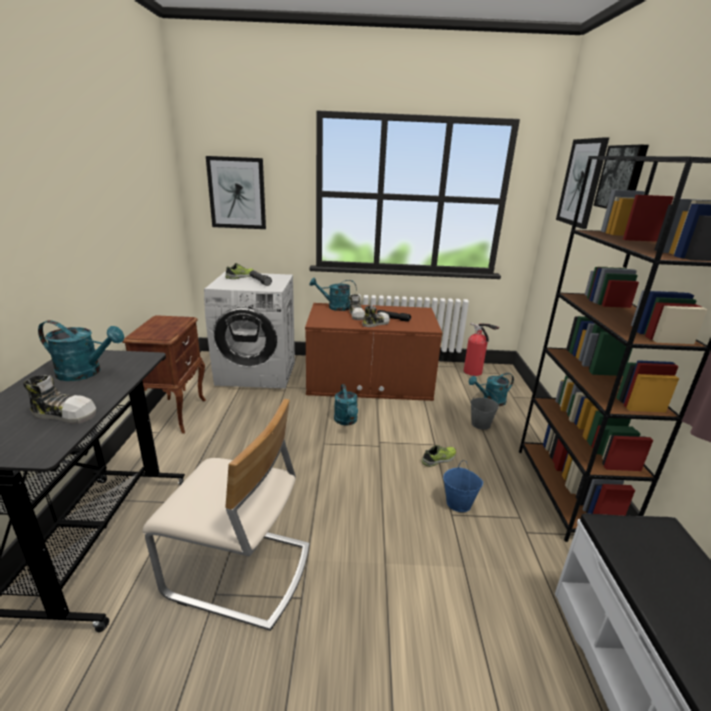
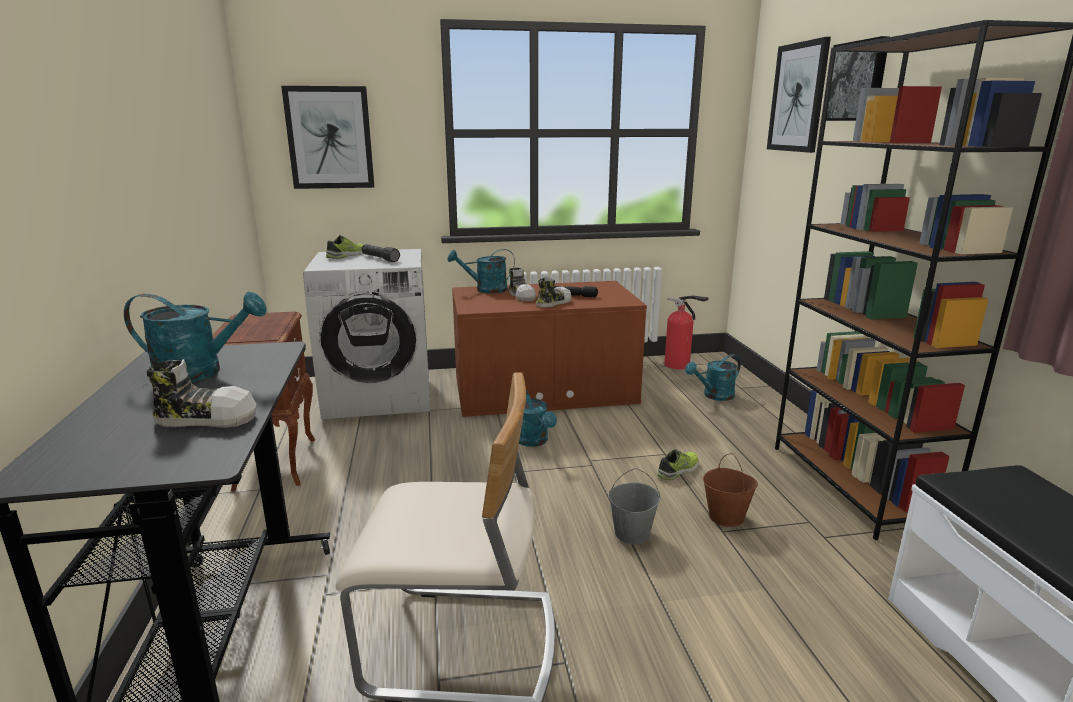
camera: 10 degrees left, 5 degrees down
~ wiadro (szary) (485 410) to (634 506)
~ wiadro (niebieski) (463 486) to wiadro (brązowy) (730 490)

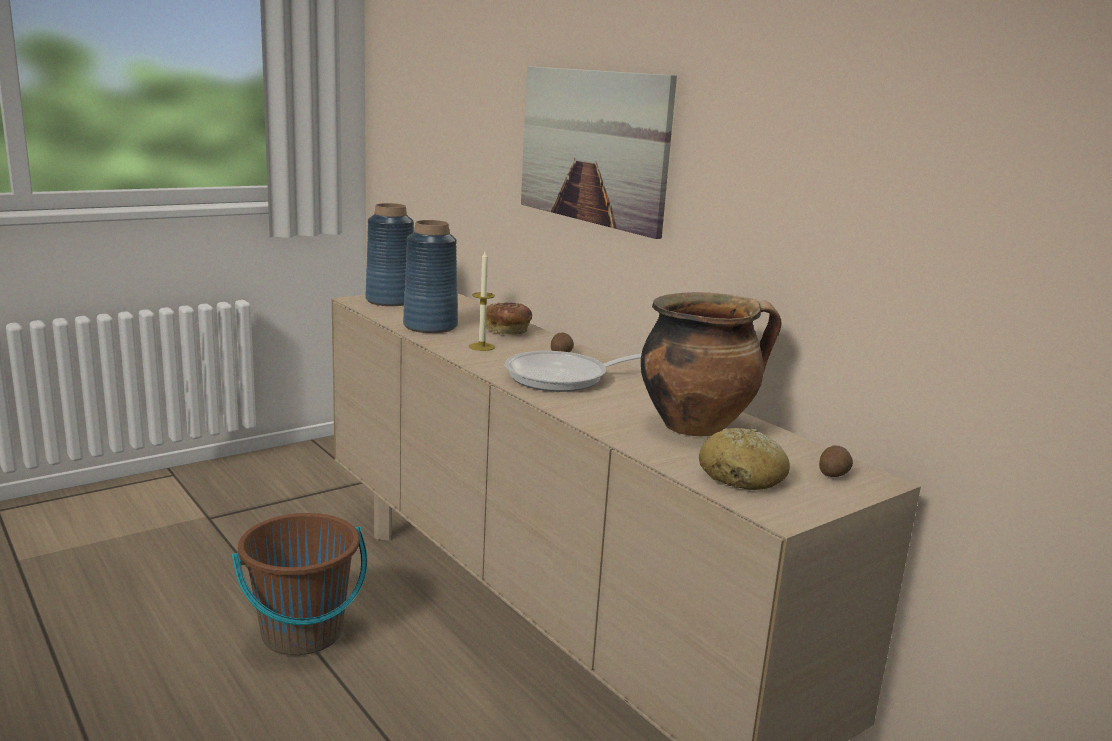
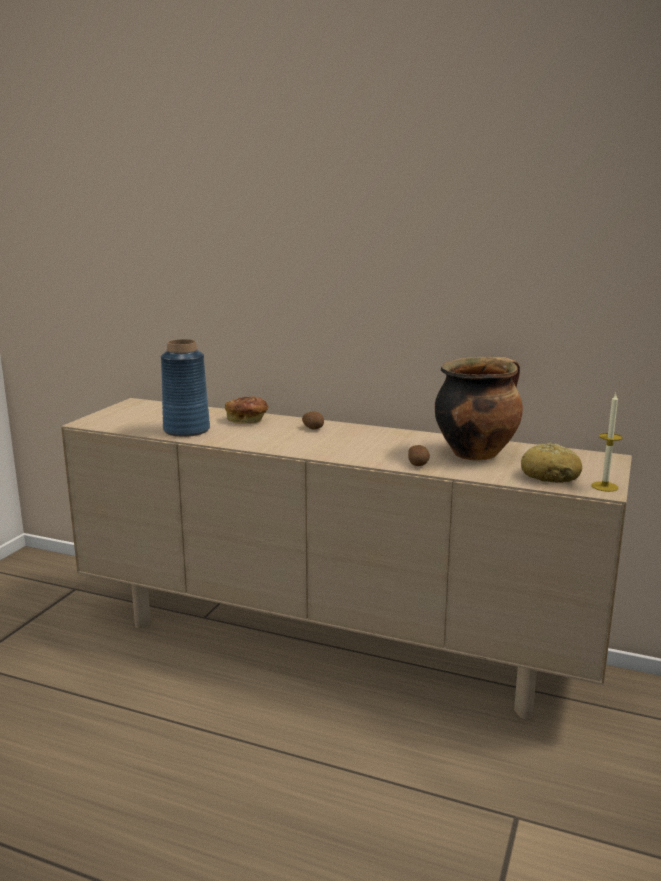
camera: 30 degrees left, 0 degrees up
~ ziemniak (836 461) to (419 455)
~ świeca (482 301) to (606 442)
- wiadro (brązowy) (300 584)
- wazon (niebieski) (389 254)
- patelnia (573 371)
- obraz (599 152)

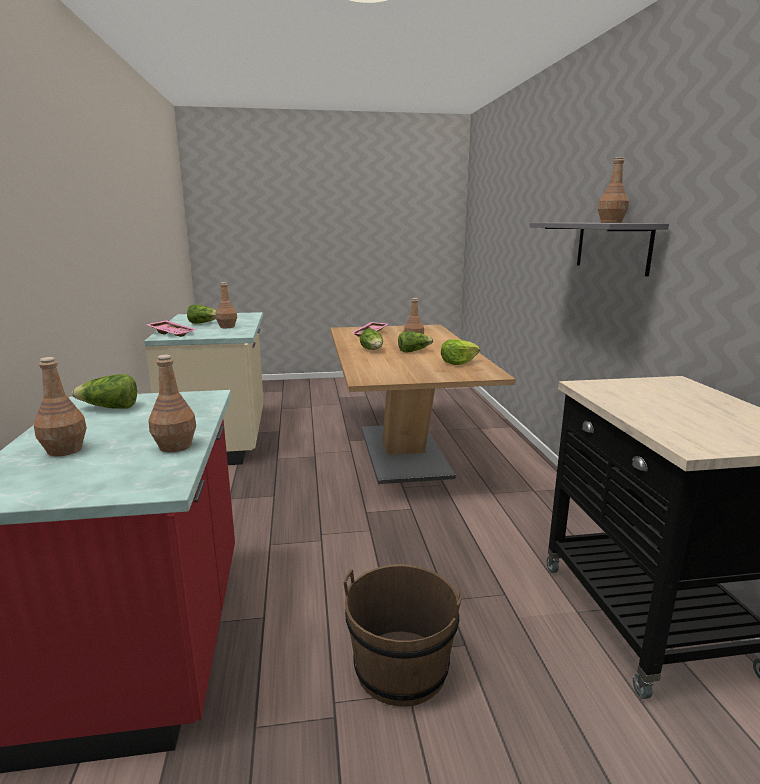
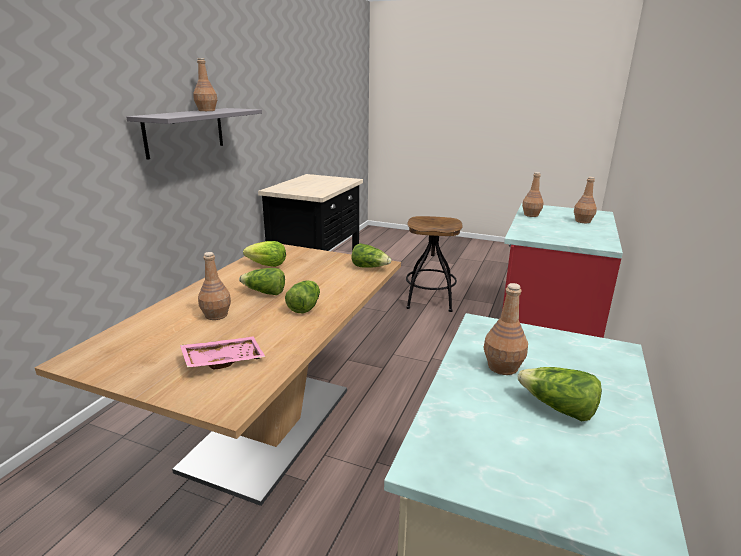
camera: 150 degrees left, 5 degrees up
~ sałata (104 391) to (371 255)
~ wiadro (brązowy) (403 635) to stołek (brązowy) (434 264)
- taca (różowy) (171 328)

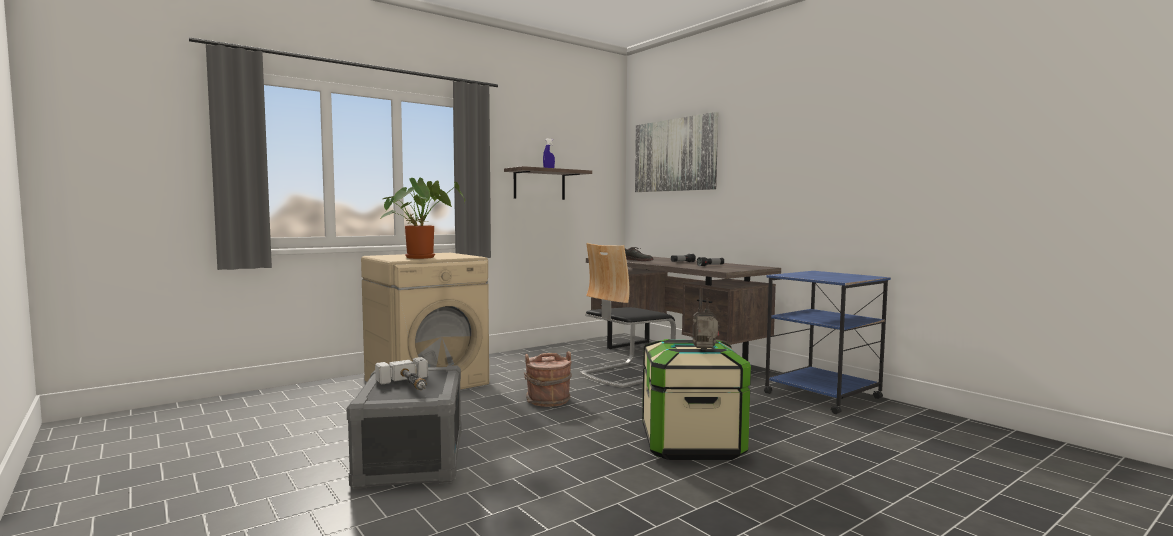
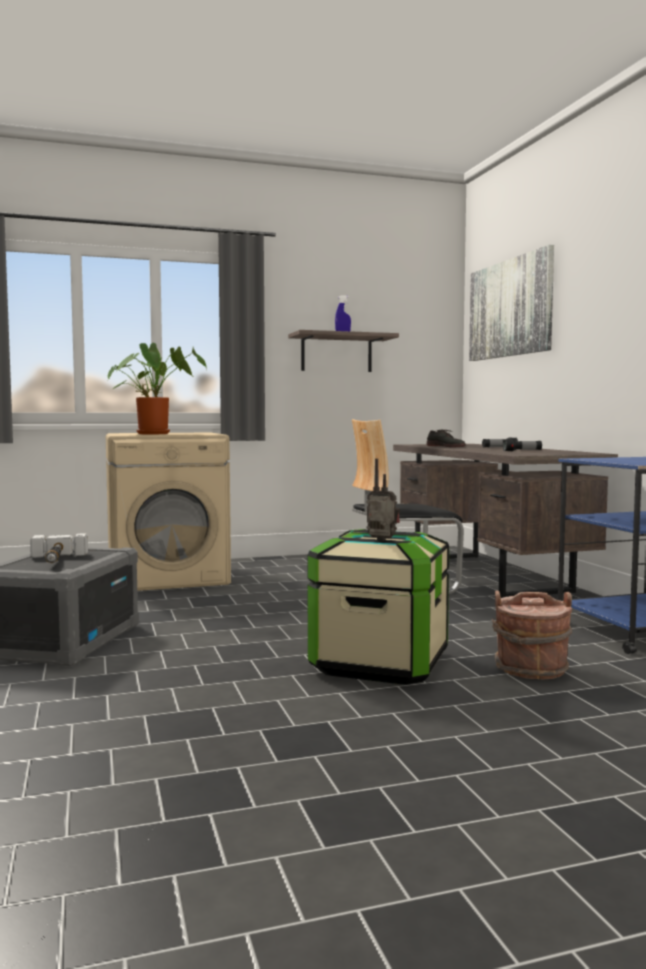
camera: 20 degrees right, 0 degrees up
~ wiadro (brązowy) (548 379) to (532 635)

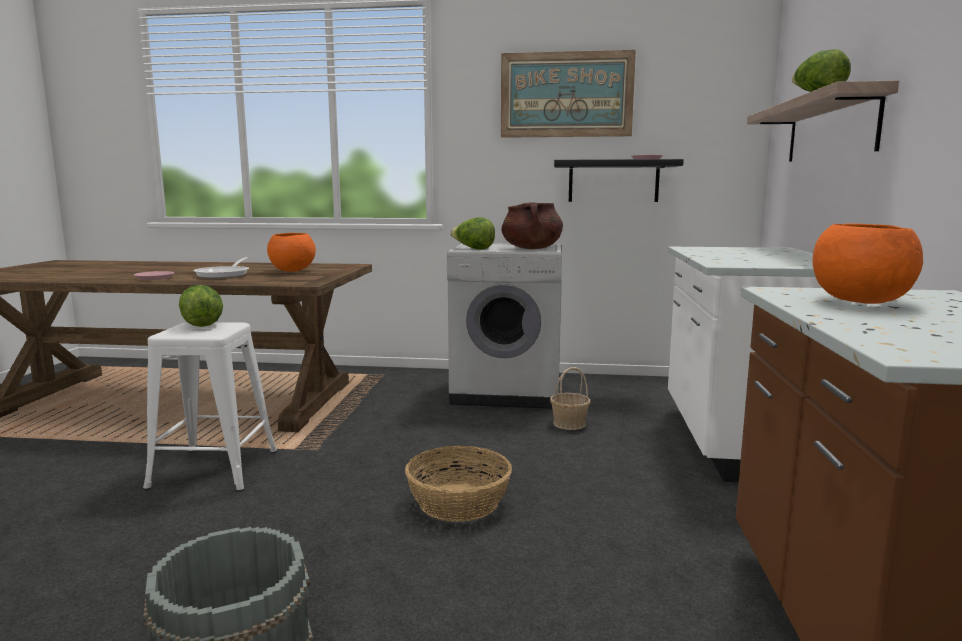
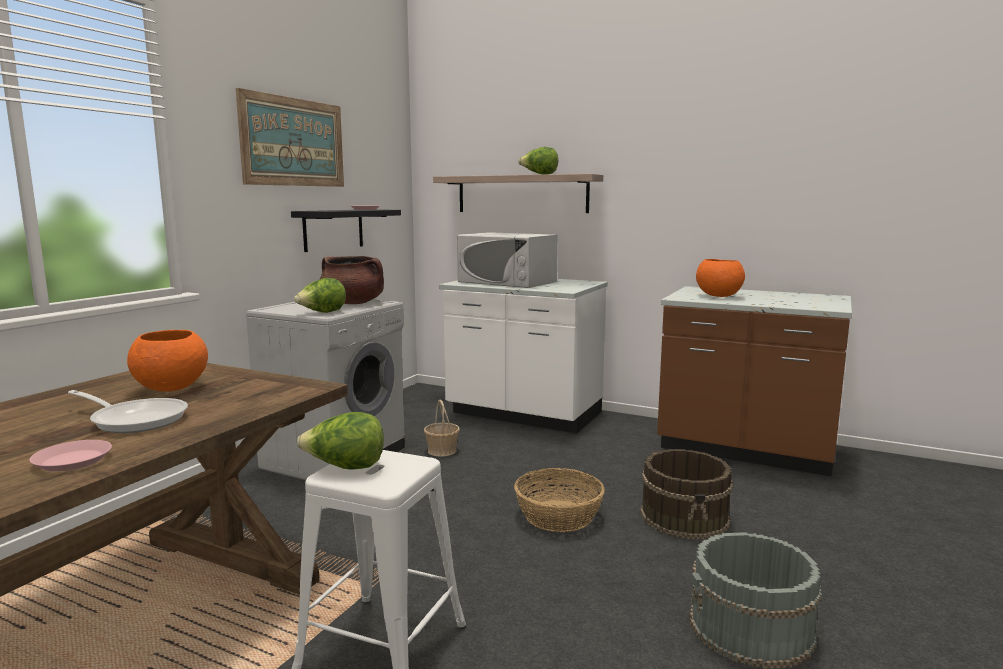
camera: 70 degrees left, 0 degrees up
+ mikrofalówka (biały) (507 260)
+ wiadro (brązowy) (686 494)

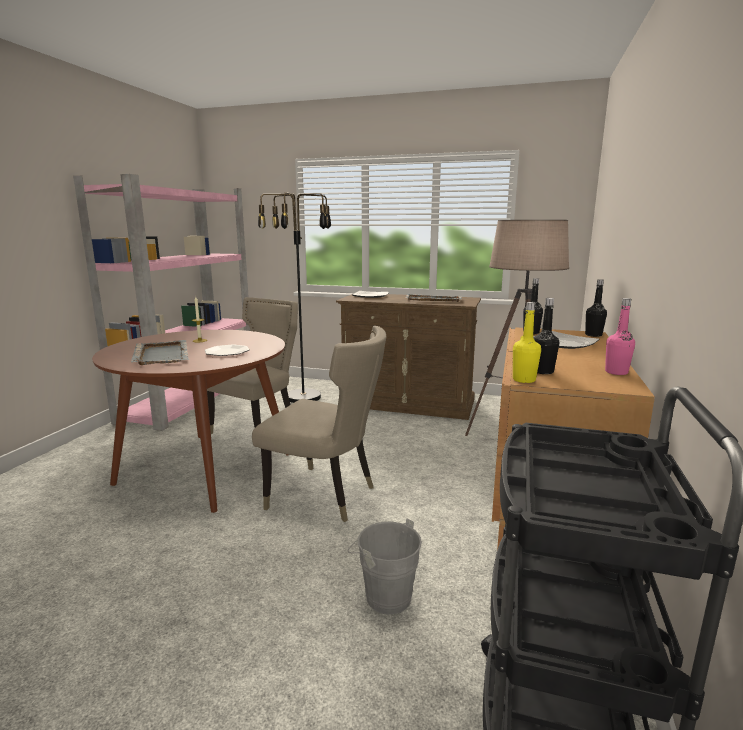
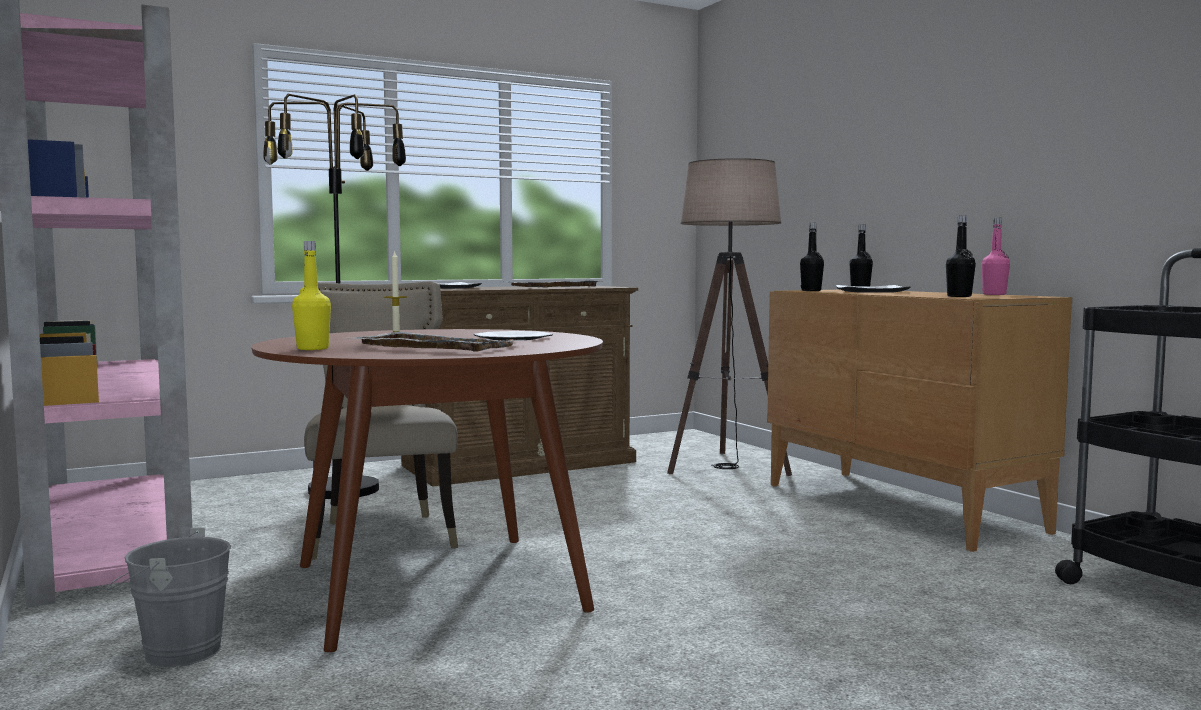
camera: 45 degrees left, 10 degrees down
~ wiadro (szary) (385 567) to (169 597)
~ butelka (żółty) (527 342) to (311 295)
- krzesło (beżowy) (319 424)

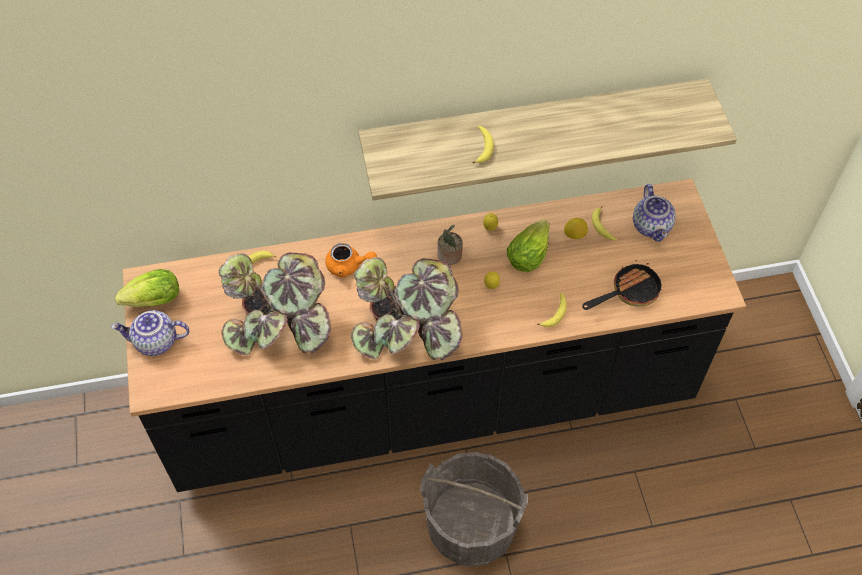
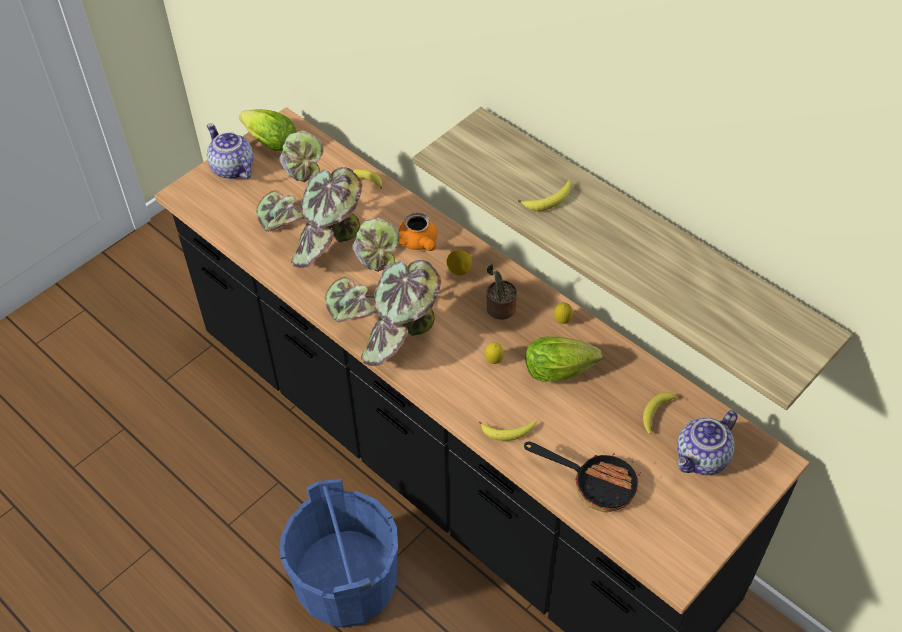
camera: 55 degrees right, 5 degrees down
~ wiadro (szary) (474 509) to wiadro (niebieski) (339 553)
~ cytryna (576 228) to (459 263)

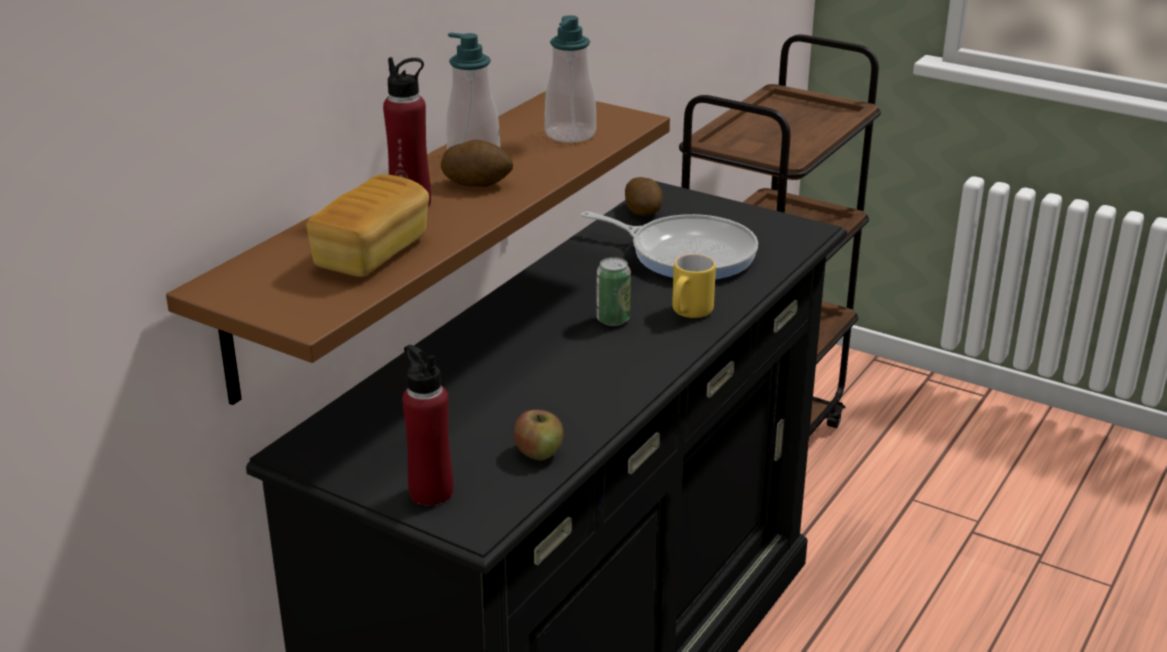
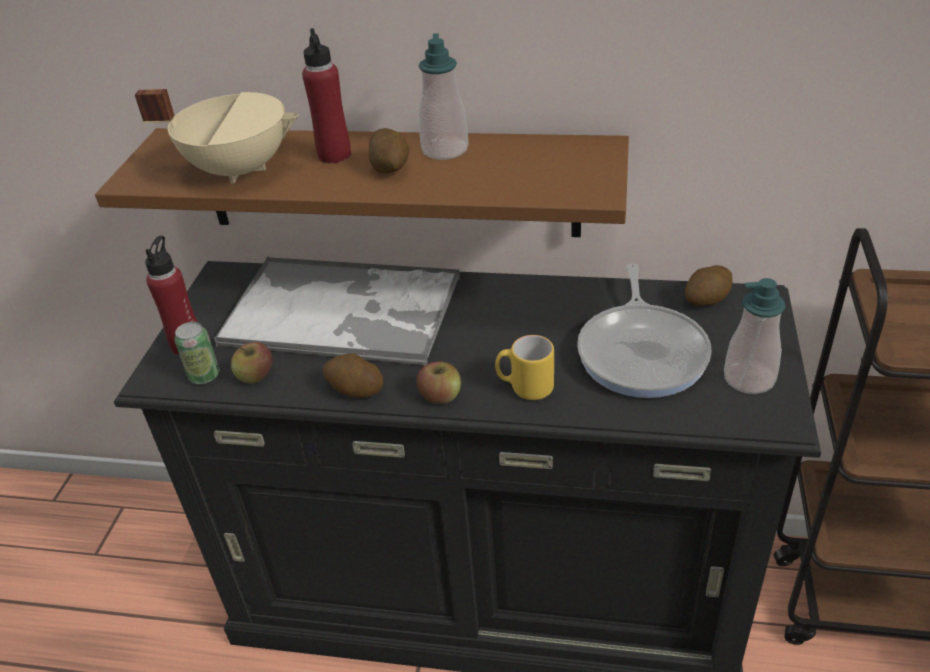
camera: 70 degrees right, 10 degrees up
~ chleb (368 225) to garnek (beżowy) (217 136)
~ puszka (613 291) to (196 353)
+ taca (336 310)
+ ziemniak (352 375)
+ jabłko (438 383)
~ dozownik mydła (570 79) to (754 336)

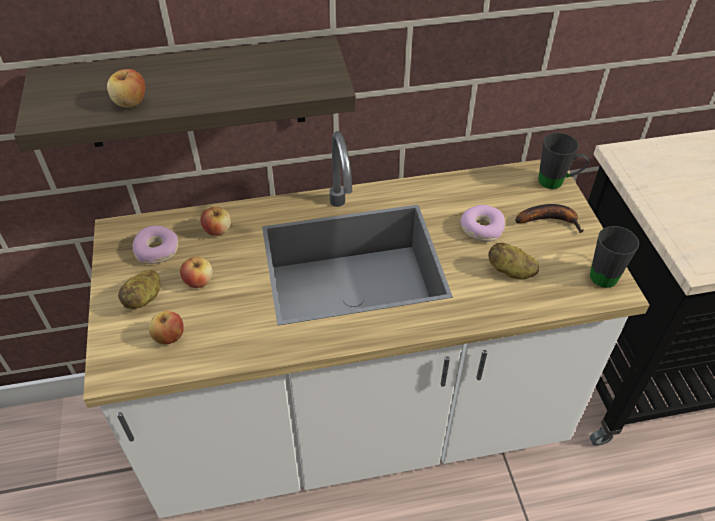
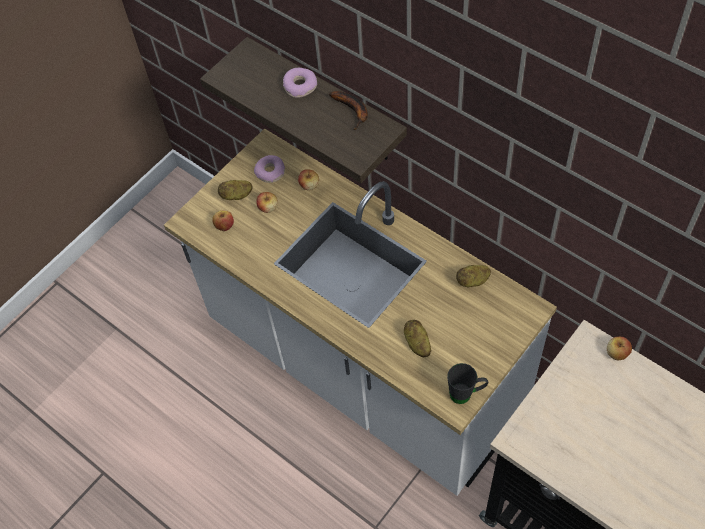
camera: 55 degrees right, 10 degrees up
~ donut (482 223) to (300 83)
~ banan (549 218) to (348 110)
+ ziemniak (473 276)
~ jabłko (126 88) to (619 348)
- kubek (czarny) (563 161)

